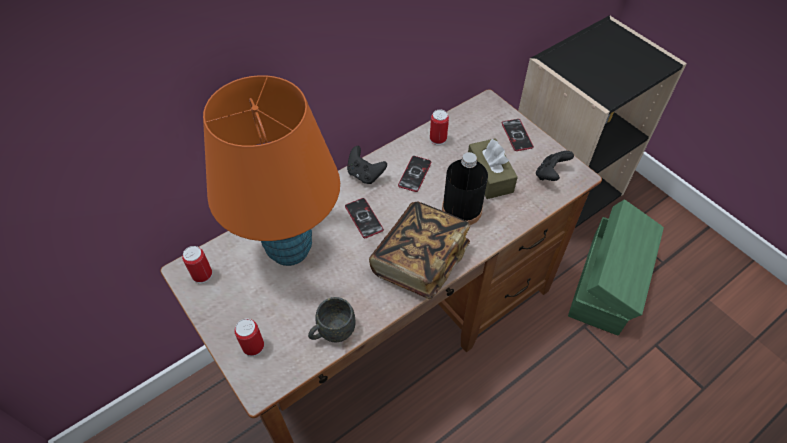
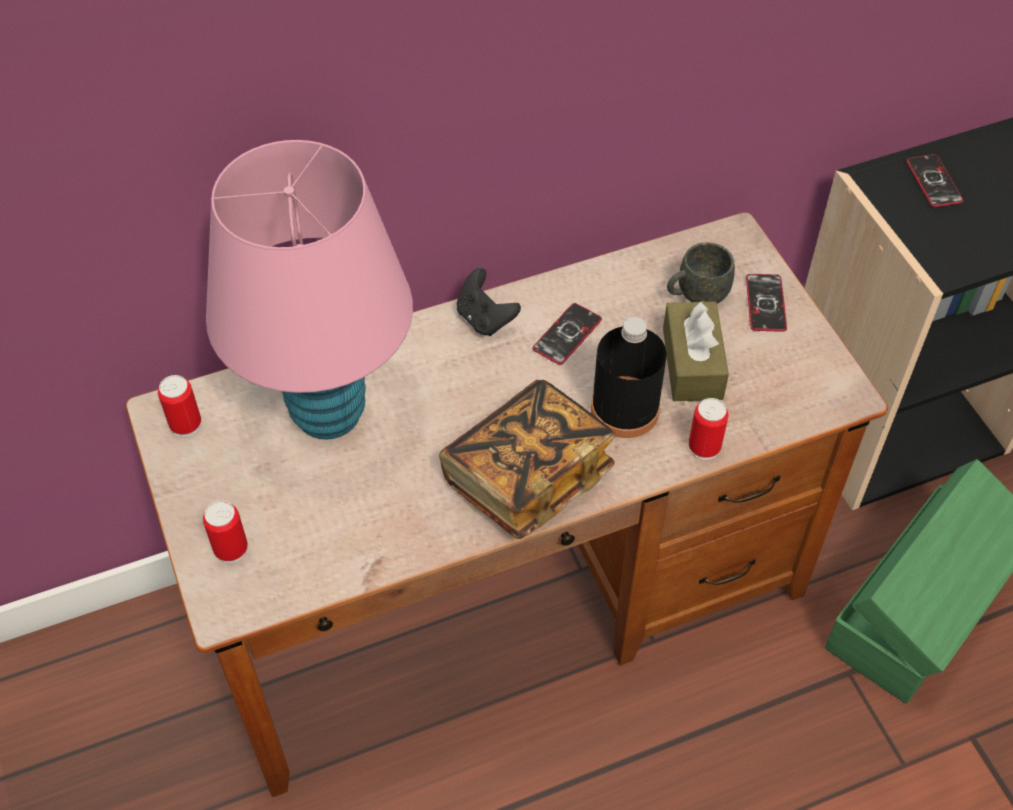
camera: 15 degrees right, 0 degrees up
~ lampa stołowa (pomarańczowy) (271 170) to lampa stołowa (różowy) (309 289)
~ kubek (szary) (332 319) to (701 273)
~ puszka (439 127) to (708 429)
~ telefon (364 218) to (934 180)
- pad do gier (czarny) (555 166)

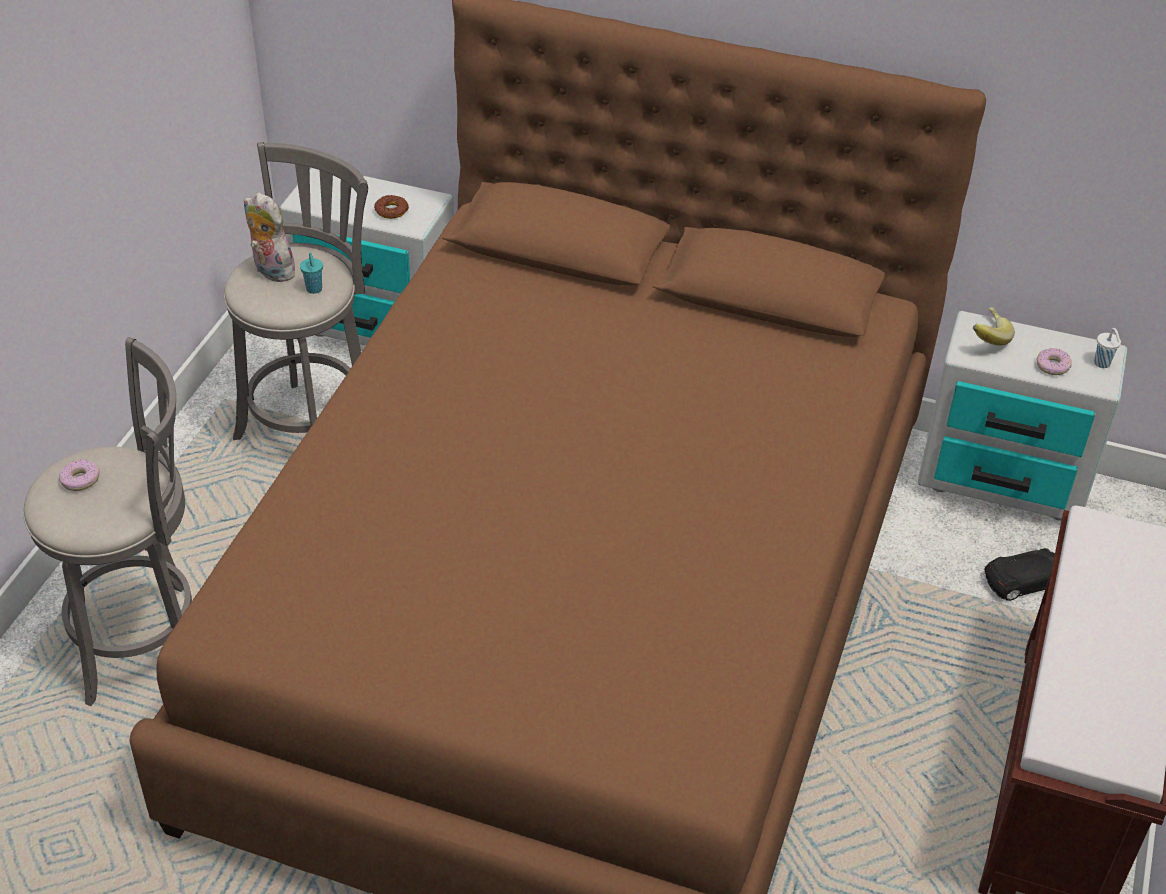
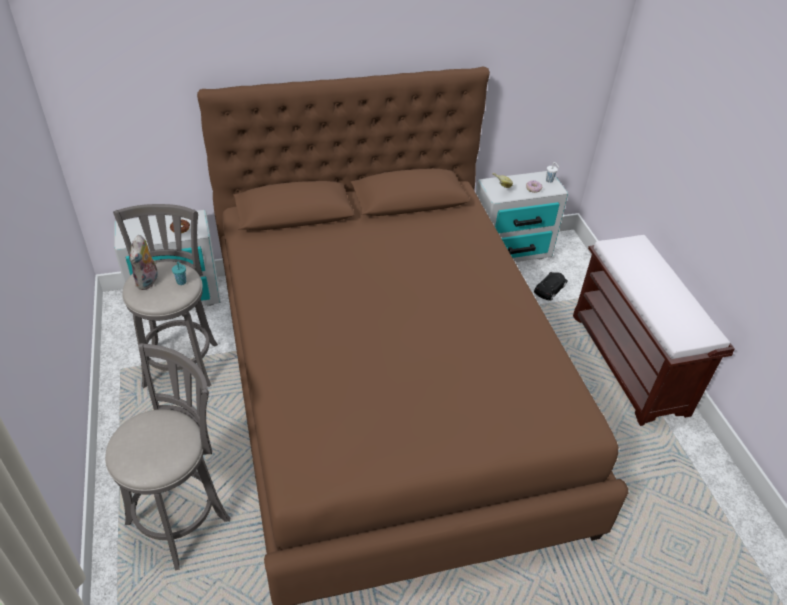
camera: 35 degrees left, 0 degrees up
~ pluszak (271 237) = (143 262) 90 degrees counterclockwise
- donut (79 475)

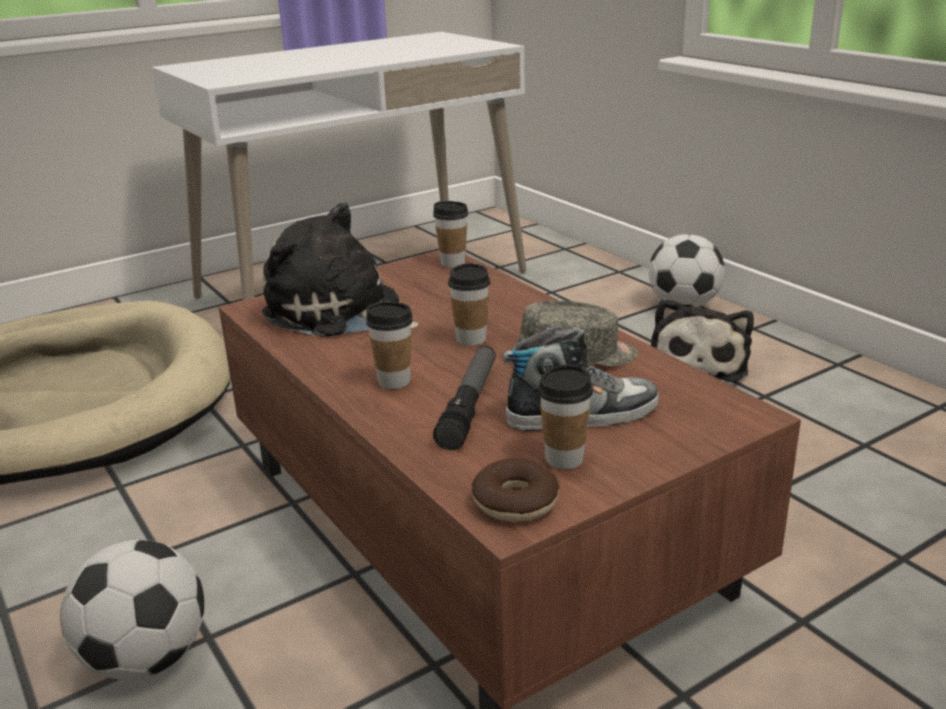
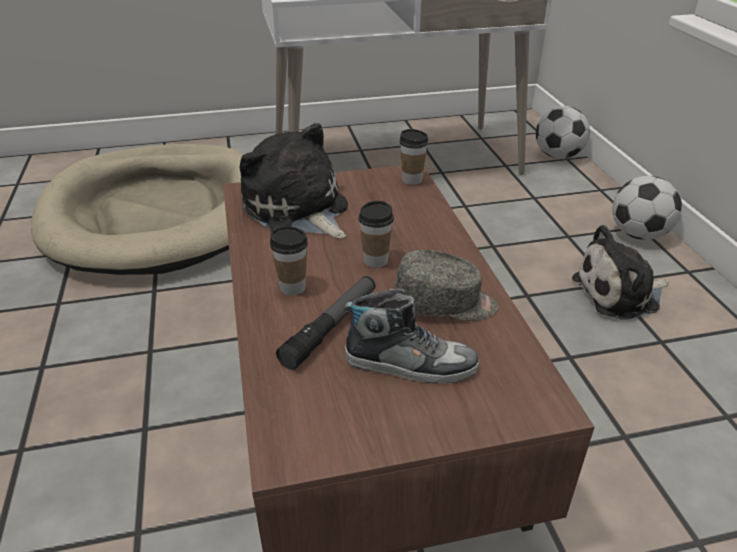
camera: 20 degrees right, 10 degrees up
~ piłka futbolowa (132 610) to (563 132)
~ pluszak (702 340) = (620 272) 45 degrees clockwise
- donut (516 490)
- filiżanka (565 416)

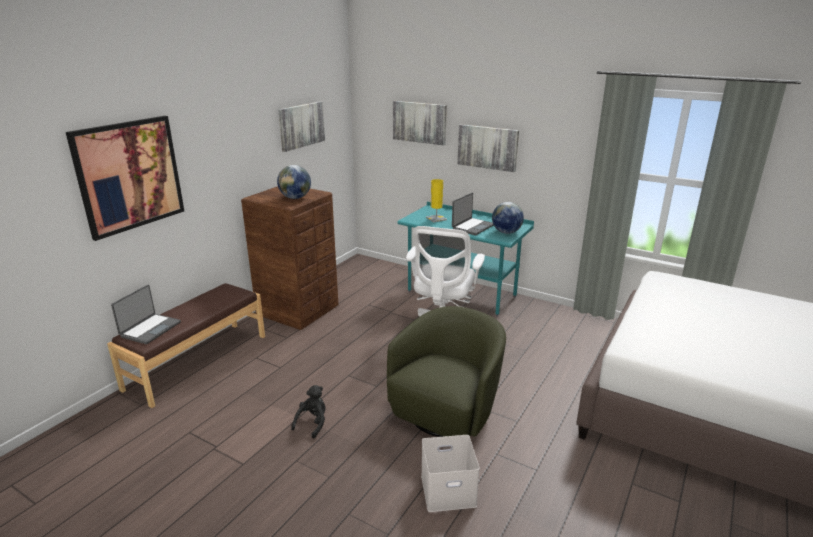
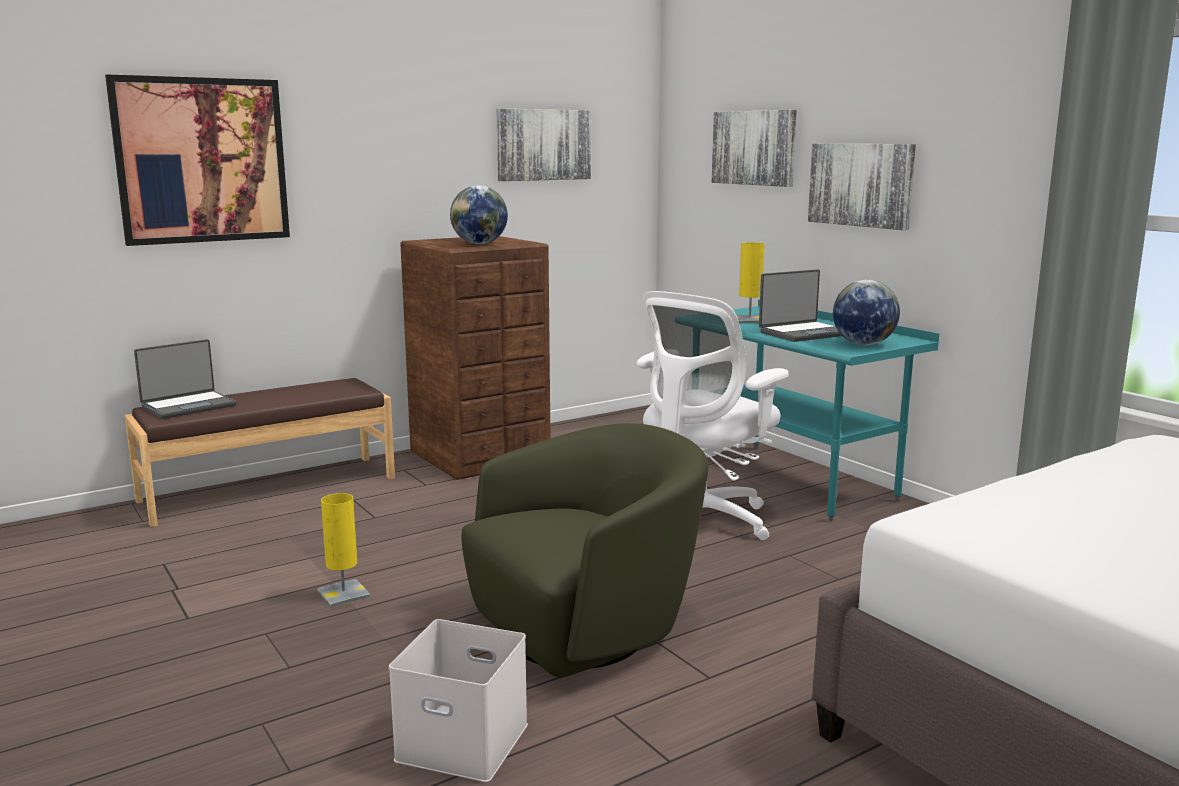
camera: 25 degrees right, 10 degrees down
~ pluszak (czarny) (308 411) to lampa stołowa (żółty) (343 550)

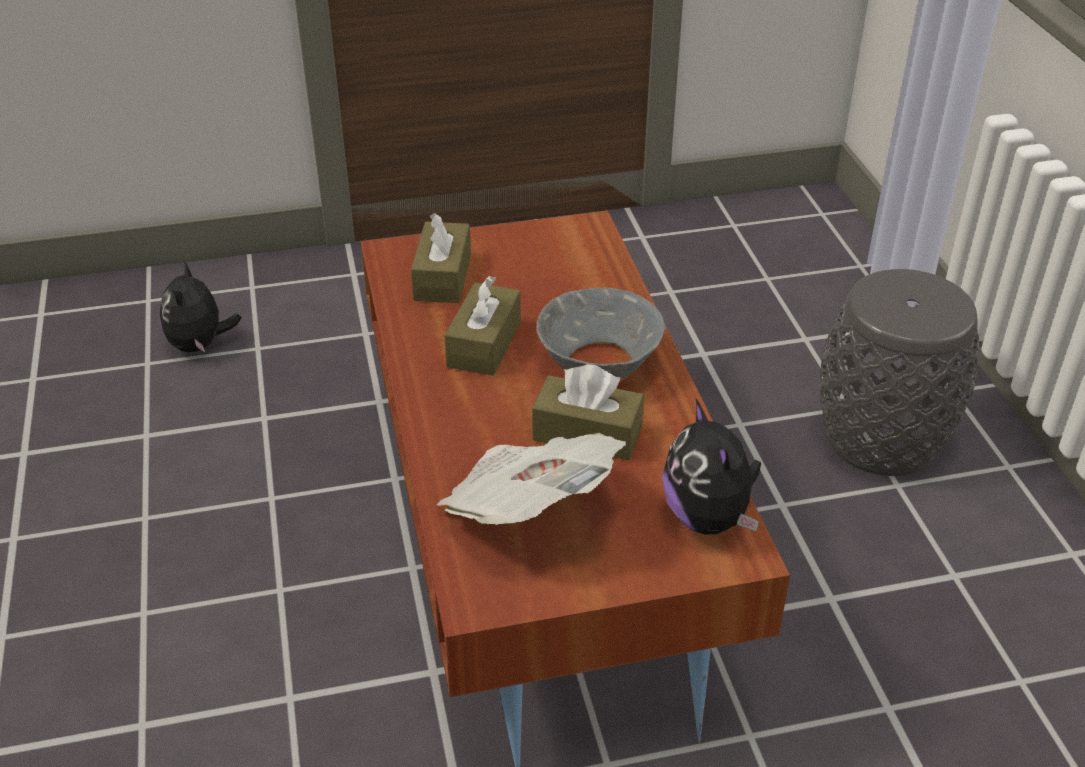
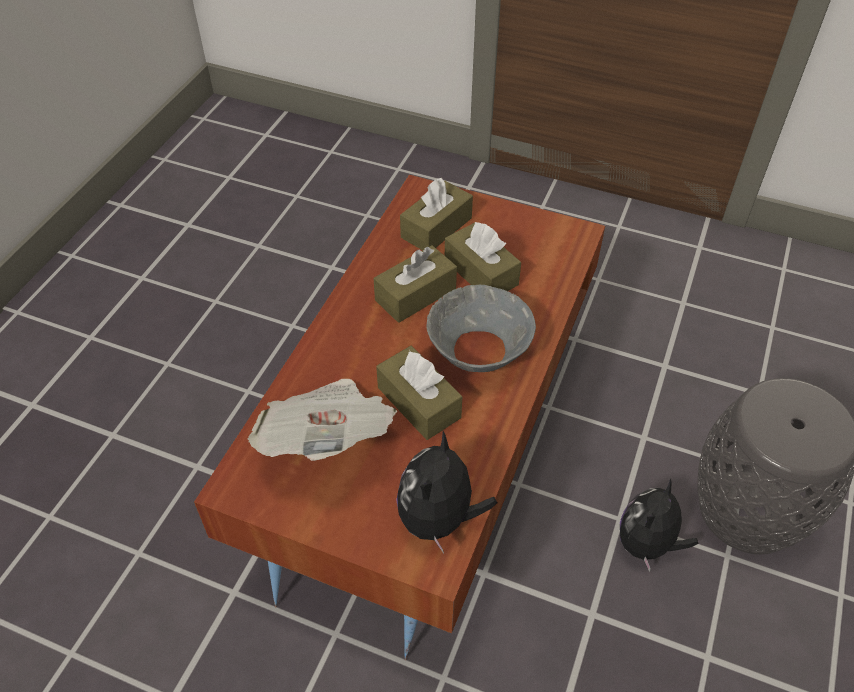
camera: 35 degrees right, 10 degrees up
+ pudełko chusteczek (brązowy) (483 256)
~ pluszak (200 306) to (659 525)

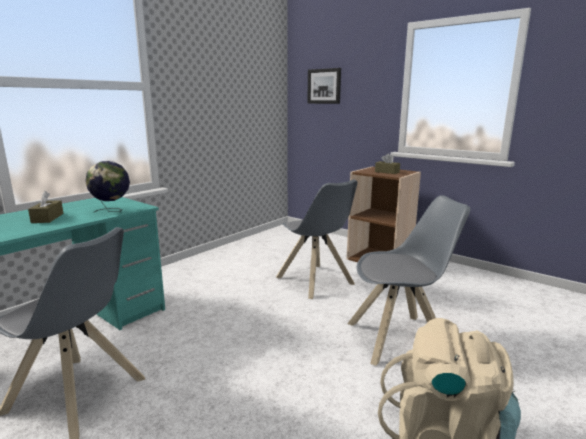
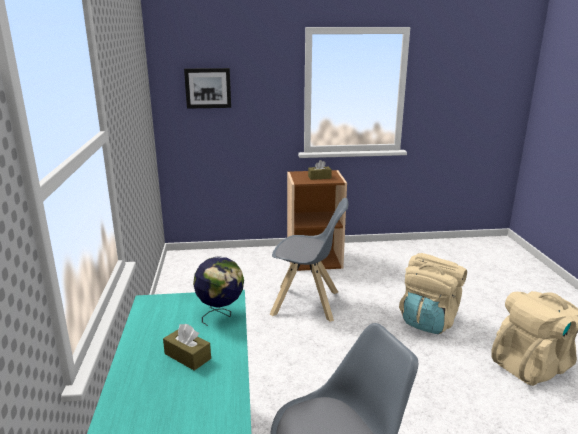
camera: 45 degrees left, 5 degrees up
~ krzesło (szary) (408 280) to plecak (beżowy) (433 293)

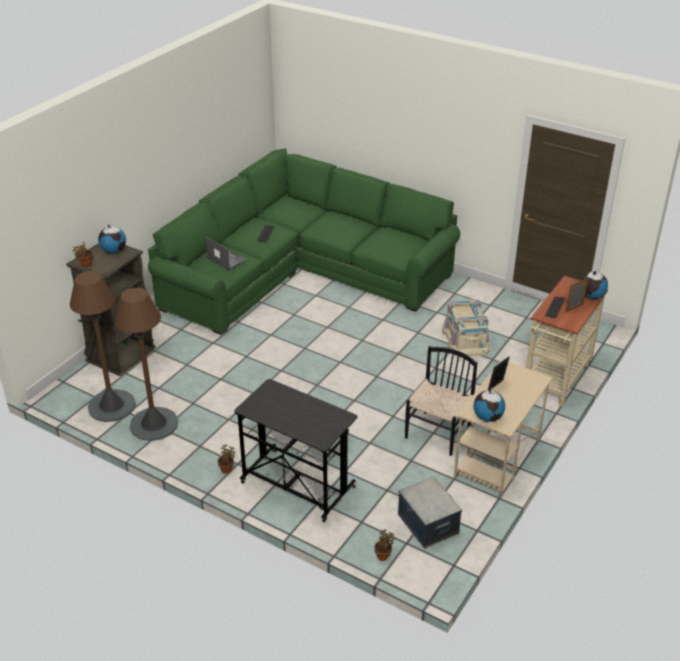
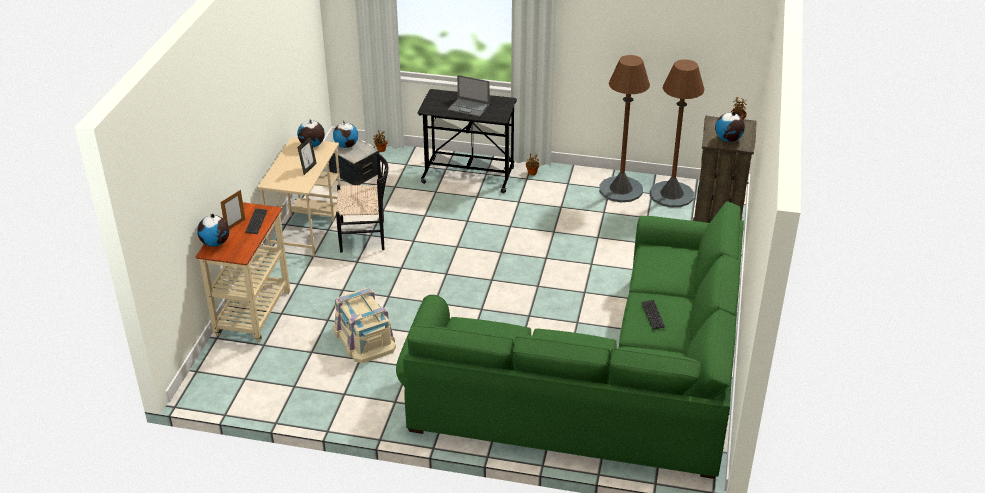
camera: 160 degrees right, 0 degrees up
+ globus (345 134)
~ krzesło (czarny) (441 401) = (362 203) 105 degrees counterclockwise
~ laptop (226 253) to (469 96)

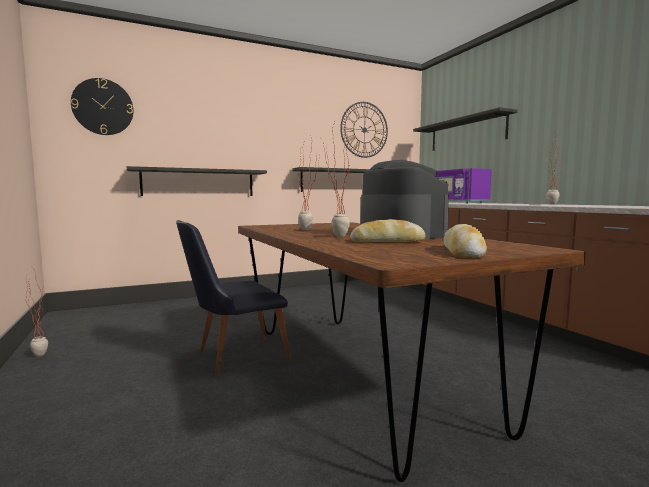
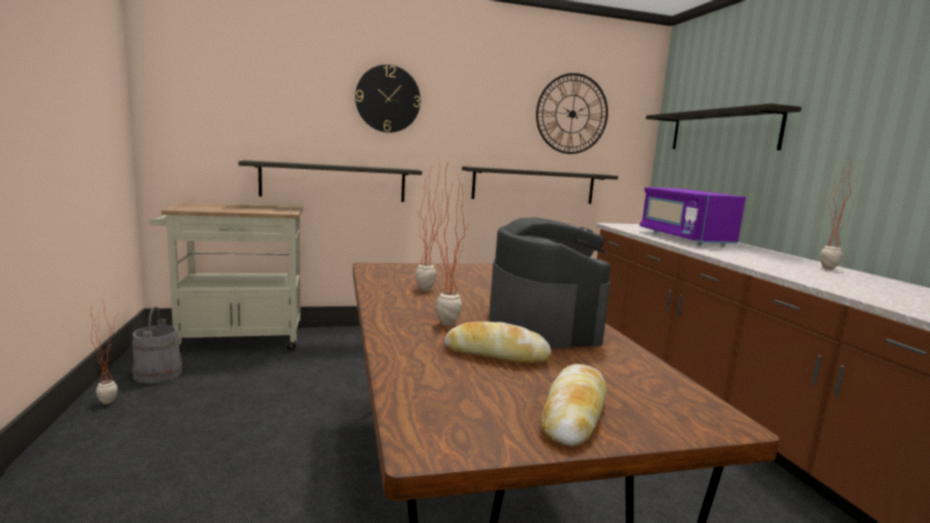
camera: 10 degrees right, 5 degrees up
+ wiadro (szary) (157 345)
+ wózek (beżowy) (226 277)
~ zegar ścienny (102 106) to (388 99)
- krzesło (czarny) (234 298)

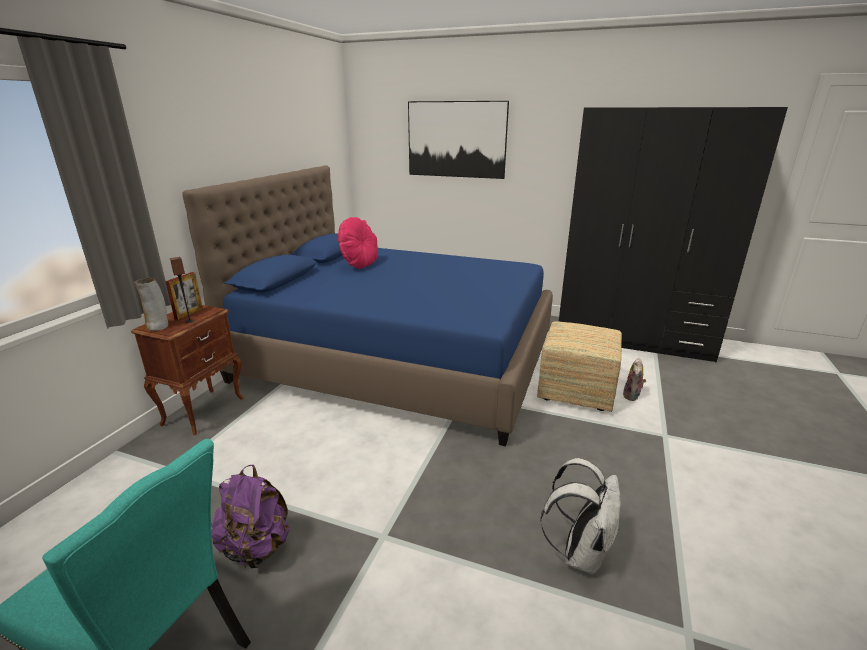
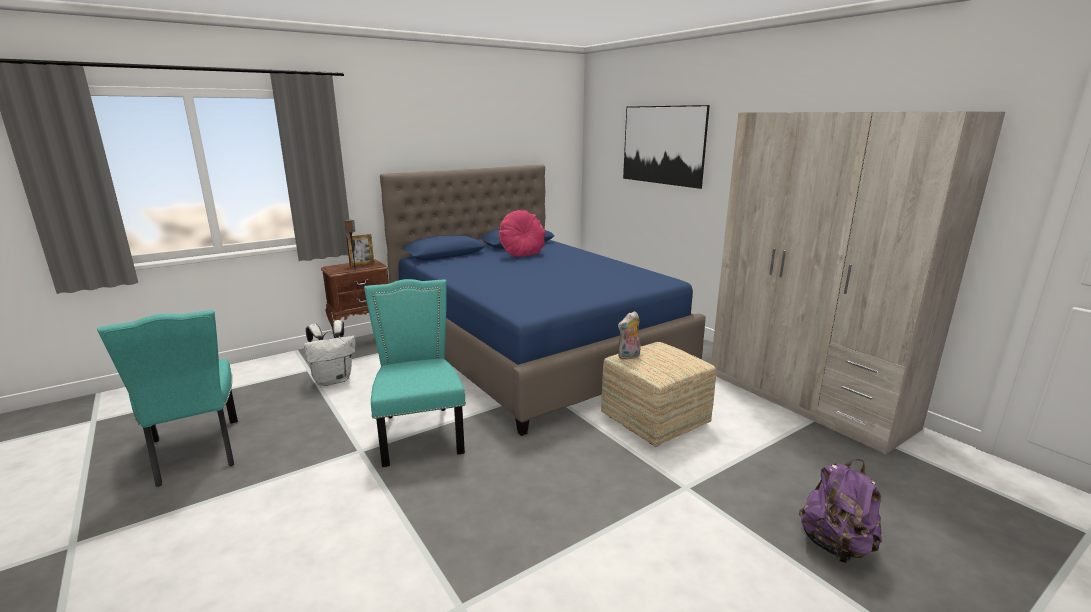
camera: 35 degrees right, 5 degrees down
~ plecak (biały) (580 516) to (330 353)
+ krzesło (turkusowy) (415 373)
~ pluszak (634 379) to (629 335)
~ szafa (czarny) (673 235) to szafa (beżowy) (858 283)
~ plecak (fioletowy) (250 516) to (840 511)
- wazon (151 304)

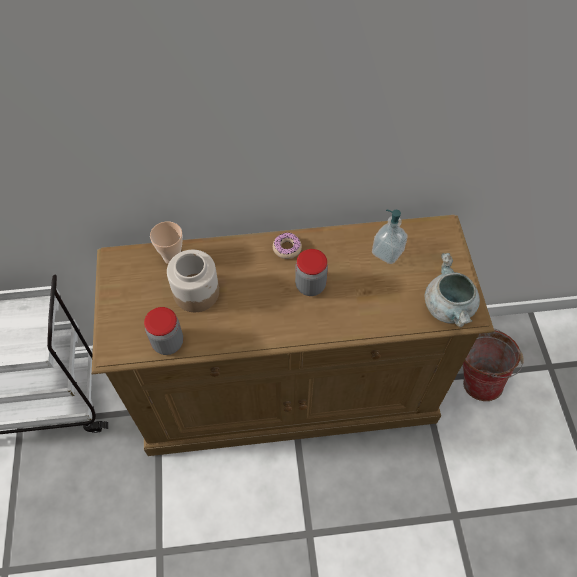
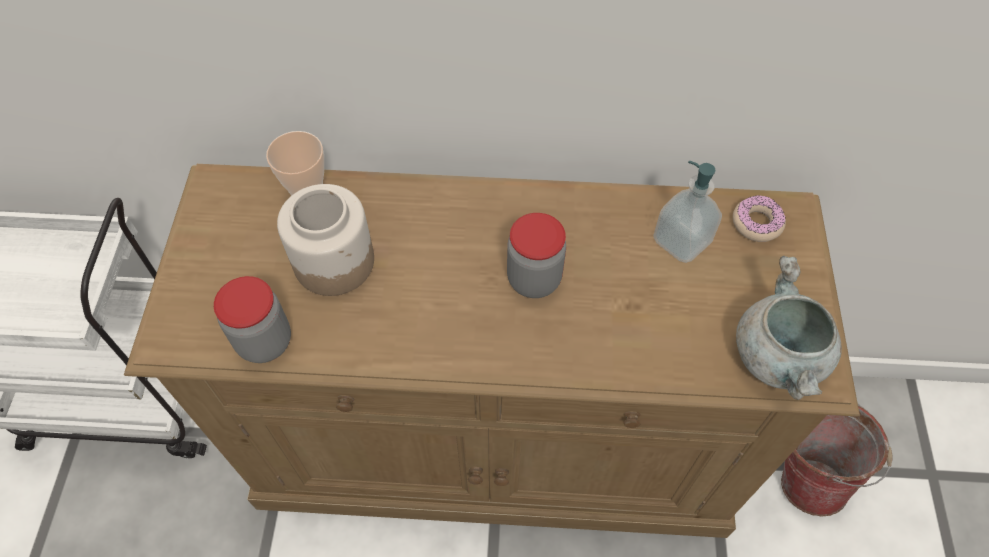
camera: 10 degrees right, 0 degrees up
~ donut (287 245) to (759 218)

